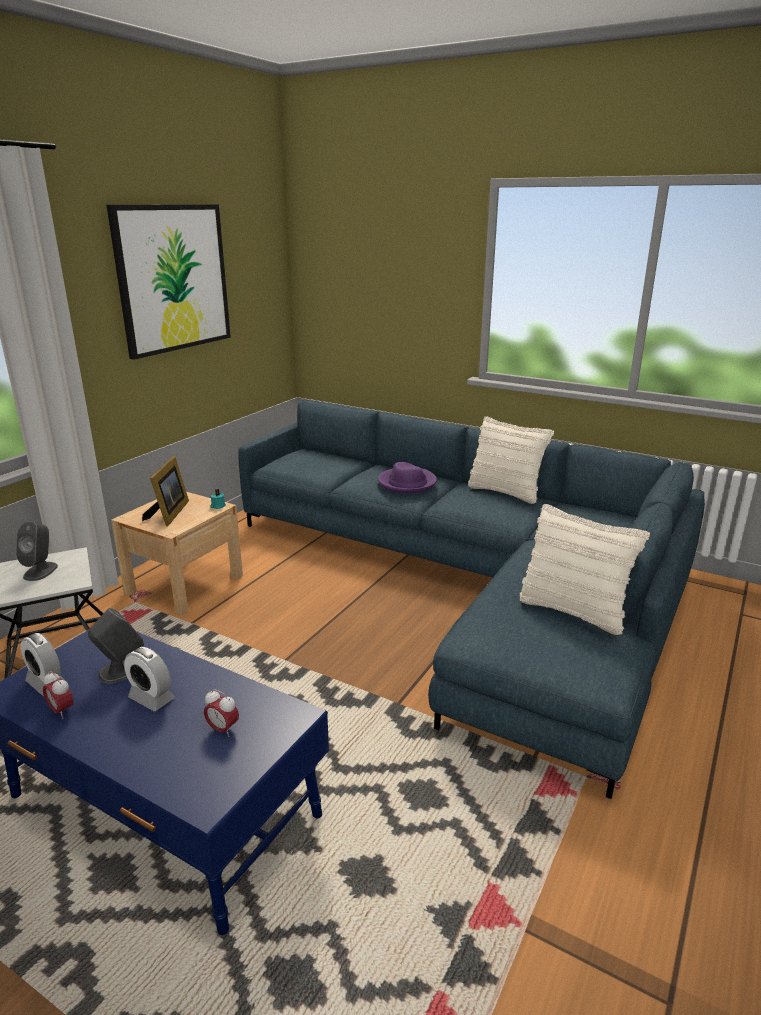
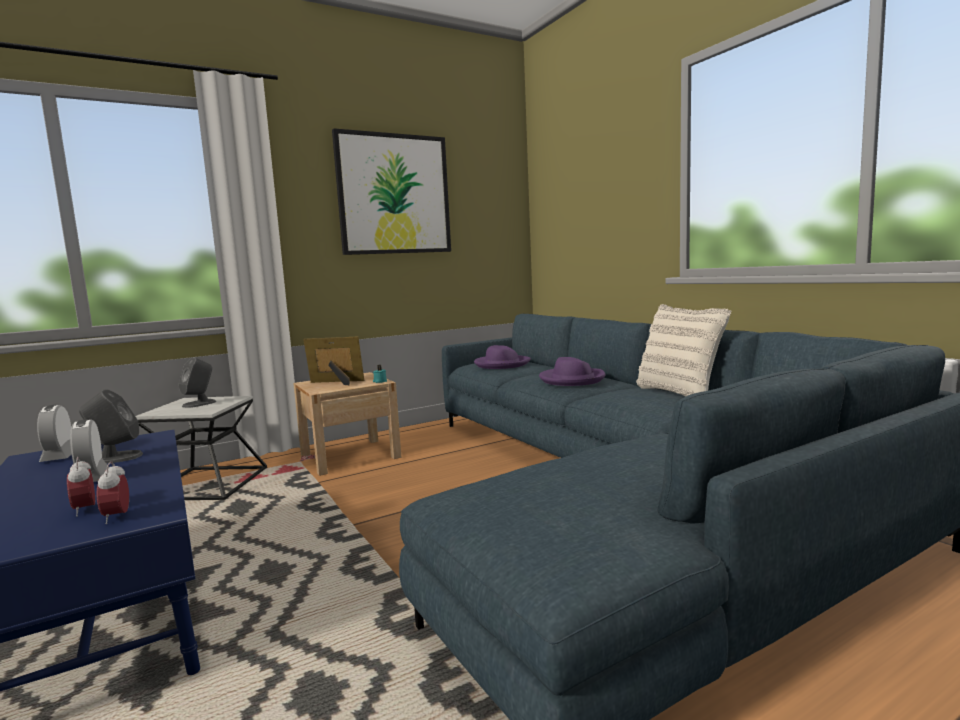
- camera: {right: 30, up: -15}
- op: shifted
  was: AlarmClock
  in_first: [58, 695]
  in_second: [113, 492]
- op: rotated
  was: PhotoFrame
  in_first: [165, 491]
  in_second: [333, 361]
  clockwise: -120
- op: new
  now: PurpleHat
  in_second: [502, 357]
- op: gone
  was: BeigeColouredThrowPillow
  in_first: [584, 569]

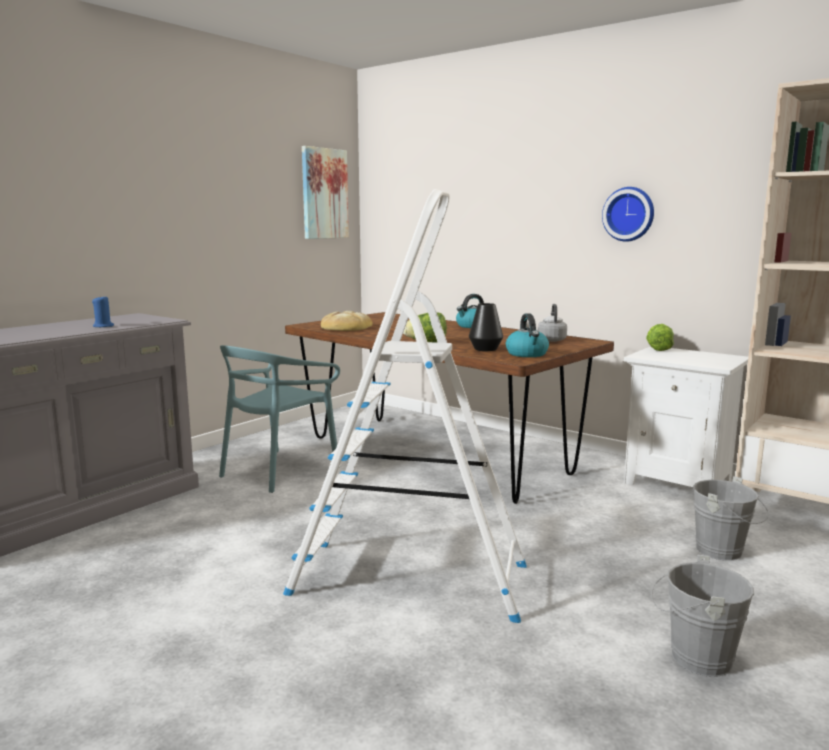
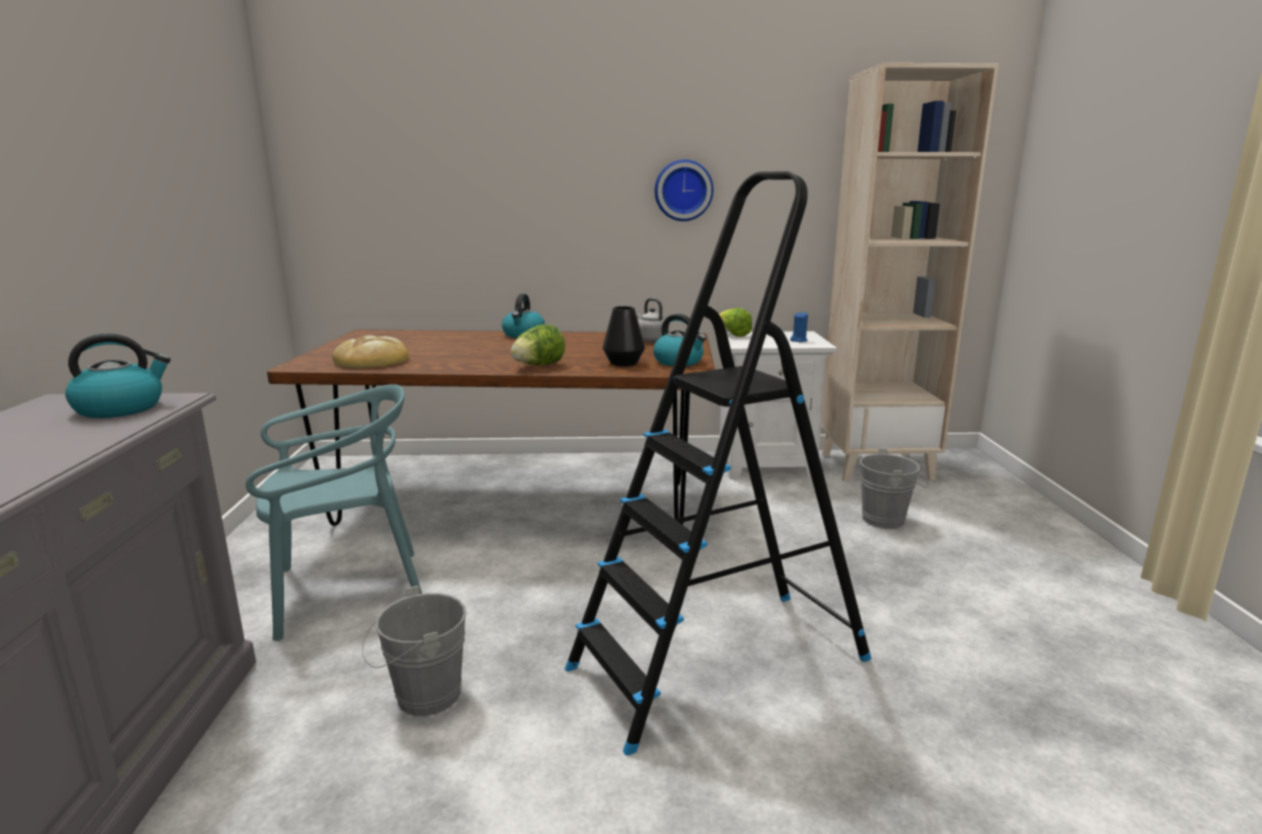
- camera: {right: -40, up: 5}
- op: new
  now: Kettle
  in_second: [118, 376]
- op: rotated
  was: TurquoiseColouredChair
  in_first: [279, 419]
  in_second: [334, 512]
  clockwise: -105
- op: shifted
  was: GreyWaterBucket
  in_first: [702, 616]
  in_second: [414, 651]
- op: repainted
  was: WhiteColouredStepladder
  now: BlackColouredStepladder
  in_first: [405, 406]
  in_second: [718, 463]
- op: shifted
  was: BlueColouredWaxLight
  in_first: [103, 311]
  in_second: [799, 327]
- op: gone
  was: WallPicture
  in_first: [325, 192]

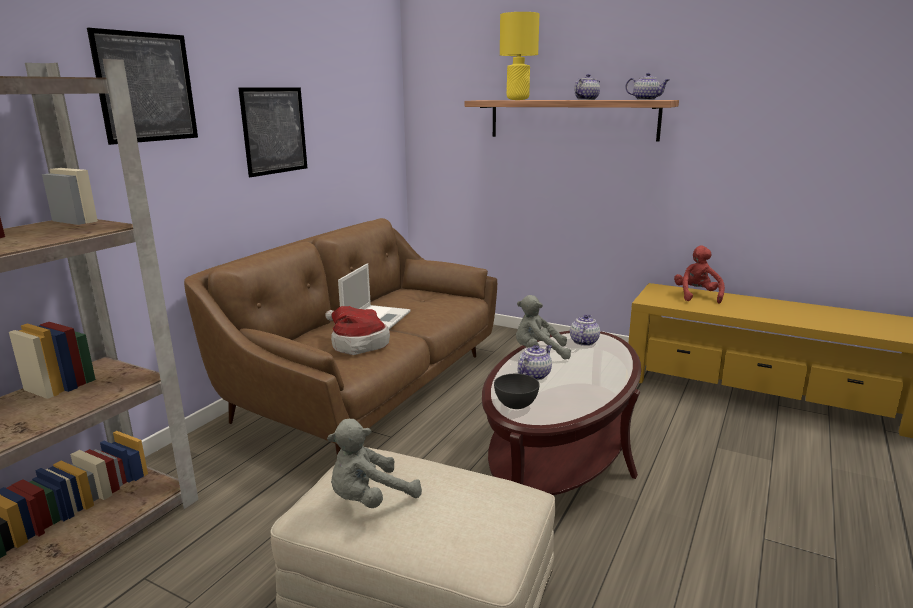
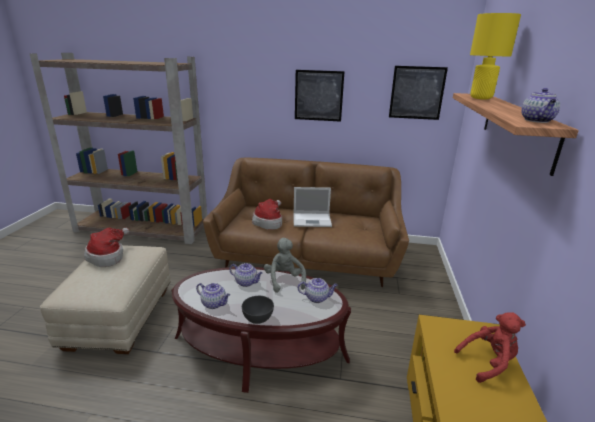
- camera: {right: 70, up: 5}
- op: swapped
  was: GreyCuddlyToy
  now: Hat
  in_first: [374, 463]
  in_second: [107, 247]
- op: shifted
  was: TeaPot
  in_first: [587, 87]
  in_second: [213, 296]
- op: shifted
  was: GreyBowl
  in_first: [517, 391]
  in_second: [258, 310]
- op: shifted
  was: WallPicture
  in_first: [142, 86]
  in_second: [418, 93]

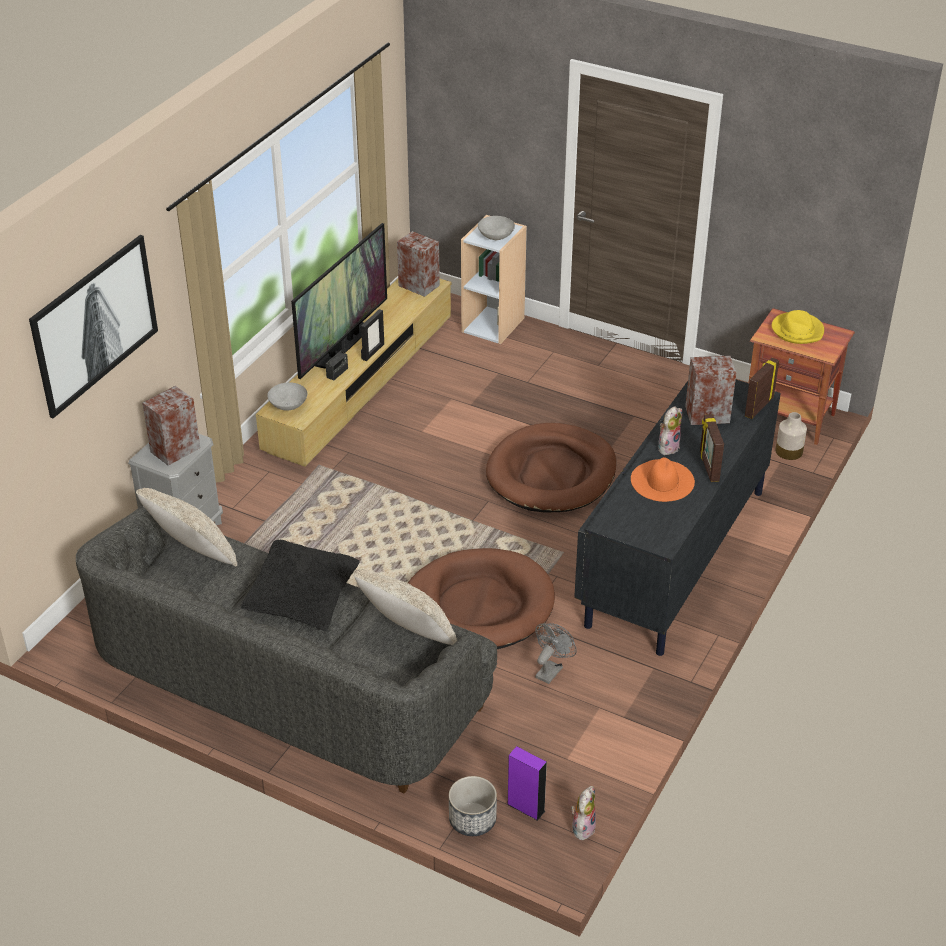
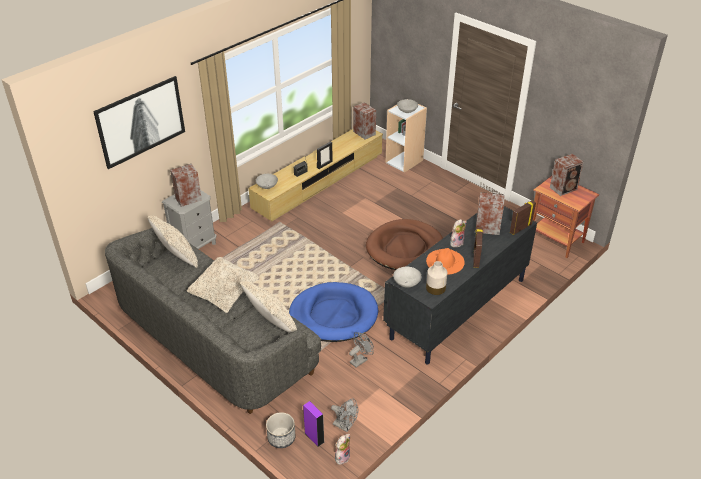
- camera: {right: 15, up: 0}
- op: repainted
  was: BlackColouredThrowPillow
  now: BeigeColouredThrowPillow
  in_first: [300, 585]
  in_second: [223, 285]
- op: repainted
  was: BrownColouredPetBed
  now: BlueColouredPetBed
  in_first: [481, 598]
  in_second: [334, 312]
- op: new
  now: GreyFan
  in_second: [344, 415]
- op: new
  now: GreyBowl
  in_second: [407, 277]
- op: shifted
  was: BeigeColouredFlowerVase
  in_first: [791, 436]
  in_second: [436, 278]
- op: swapped
  was: YellowHat
  now: Speaker
  in_first: [798, 327]
  in_second: [567, 175]
- op: gone
  was: Television
  in_first: [339, 301]

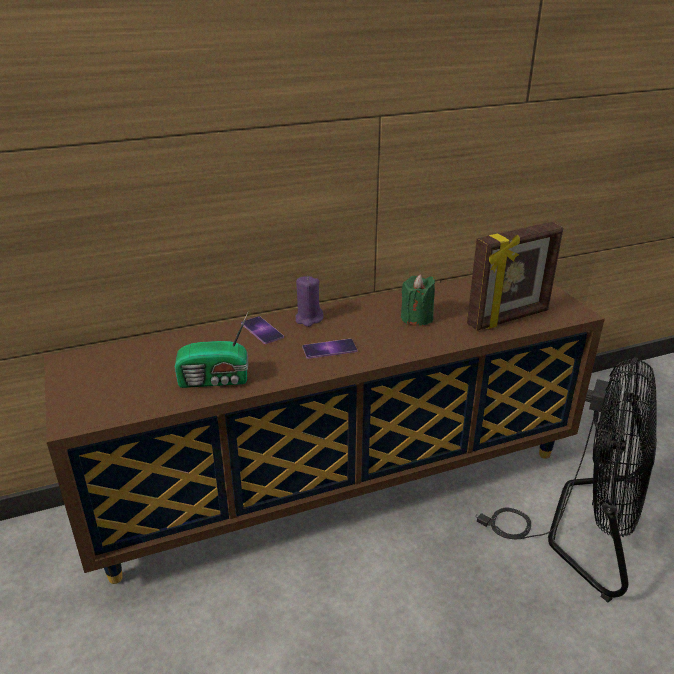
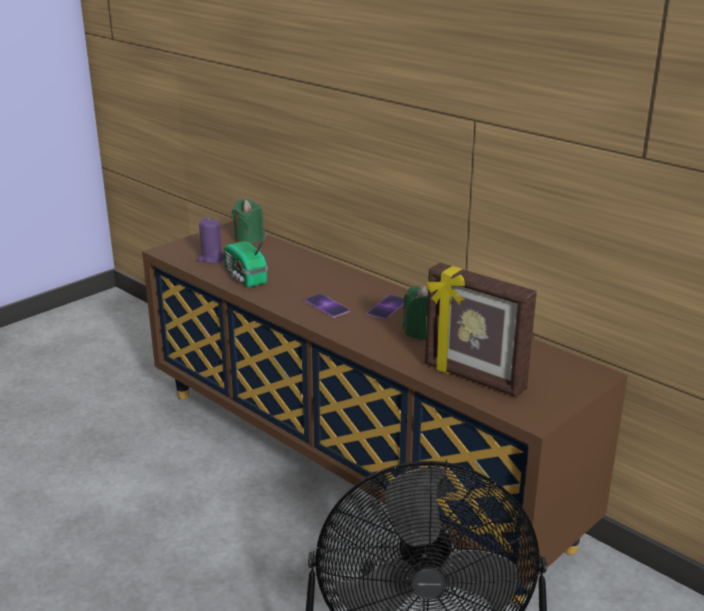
- camera: {right: 65, up: -5}
- op: shifted
  was: PurpleWaxLight
  in_first: [310, 301]
  in_second: [210, 240]
- op: new
  now: GreenishWaxLight
  in_second: [248, 221]
- op: shifted
  was: Handset
  in_first: [262, 330]
  in_second: [385, 307]

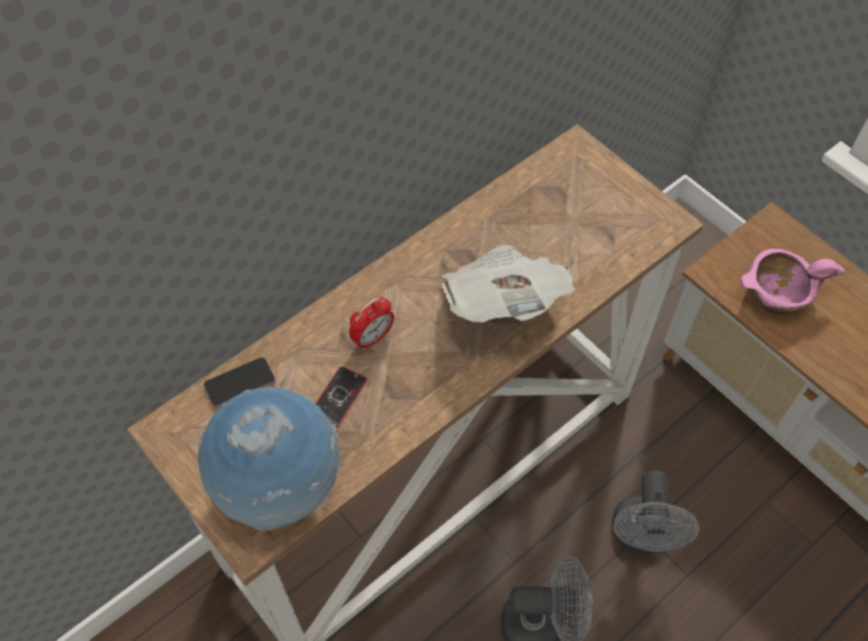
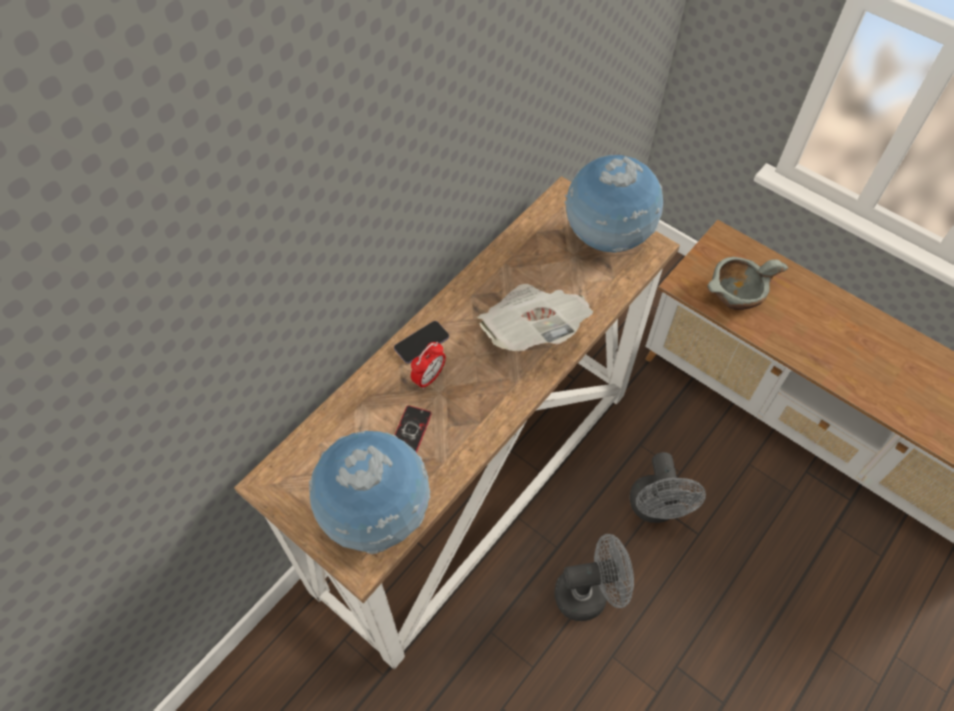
- camera: {right: -10, up: 0}
- op: shifted
  was: Handset
  in_first: [239, 382]
  in_second: [421, 342]
- op: new
  now: WorldGlobe
  in_second: [613, 204]
- op: repainted
  was: PinkishBowl
  now: GreyBowl
  in_first: [792, 281]
  in_second: [747, 283]

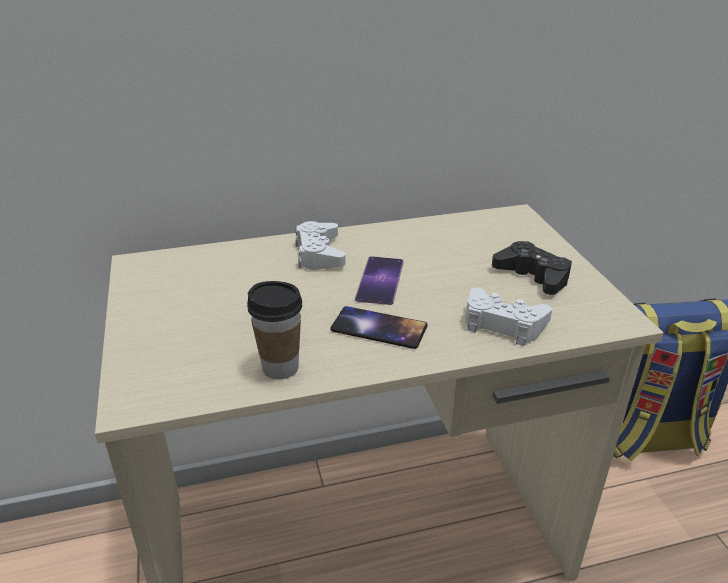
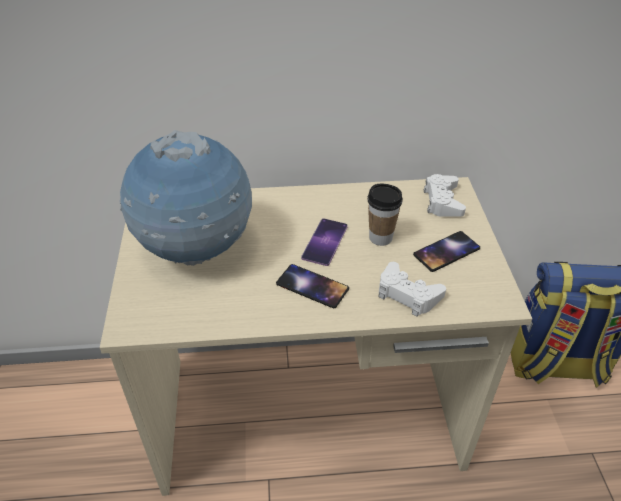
- camera: {right: 10, up: 10}
- op: new
  now: WorldGlobe
  in_second: [186, 198]
- op: shifted
  was: Cup
  in_first: [274, 330]
  in_second: [385, 215]
- op: swapped
  was: BlackColouredGameController
  now: Handset
  in_first: [532, 268]
  in_second: [446, 251]
- op: shifted
  was: WhiteColouredGameController
  in_first: [320, 245]
  in_second: [445, 195]

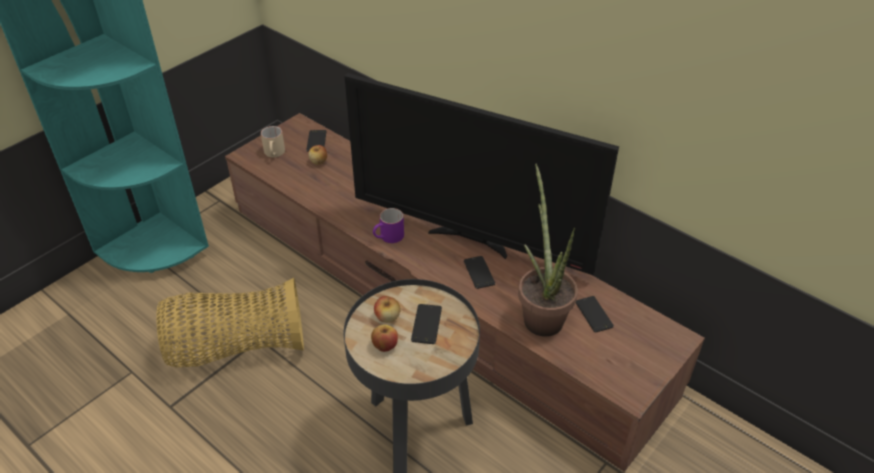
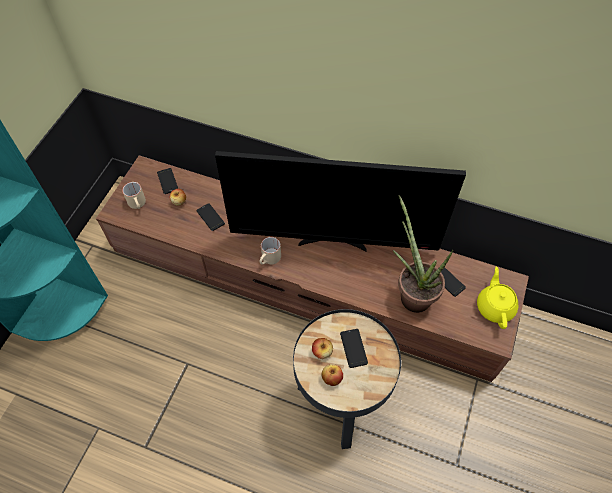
- camera: {right: -20, up: 15}
- op: shifted
  was: Handset
  in_first: [479, 272]
  in_second: [210, 217]
- op: repainted
  was: PurpleCoffeeMug
  now: BeigeColouredCoffeeMug
  in_first: [388, 225]
  in_second: [270, 251]
- op: new
  now: YellowTeaPot
  in_second: [497, 297]
- op: gone
  was: Basket
  in_first: [230, 323]

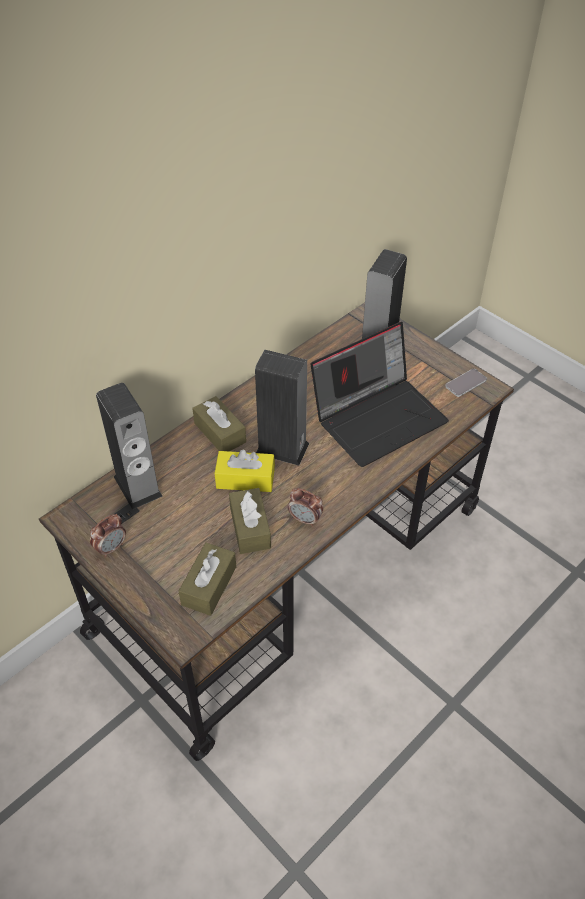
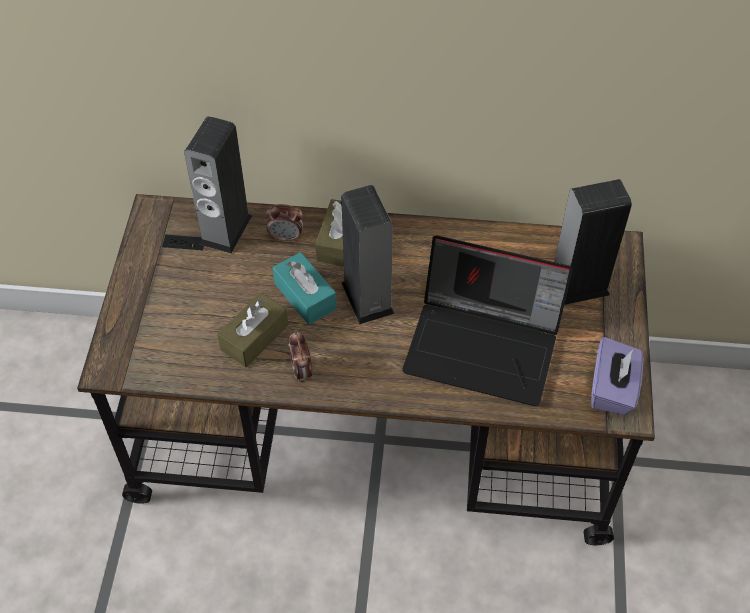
- camera: {right: 50, up: 5}
- op: shifted
  was: AlarmClock
  in_first: [108, 536]
  in_second: [284, 223]
- op: repainted
  was: YellowTissueHolder
  now: TurquoiseColouredTissueHolder
  in_first: [245, 471]
  in_second: [305, 288]
- op: swapped
  was: Handset
  now: PurpleTissueHolder
  in_first: [466, 383]
  in_second: [617, 376]
- op: gone
  was: BrownColouredTissueHolder
  in_first: [207, 579]

